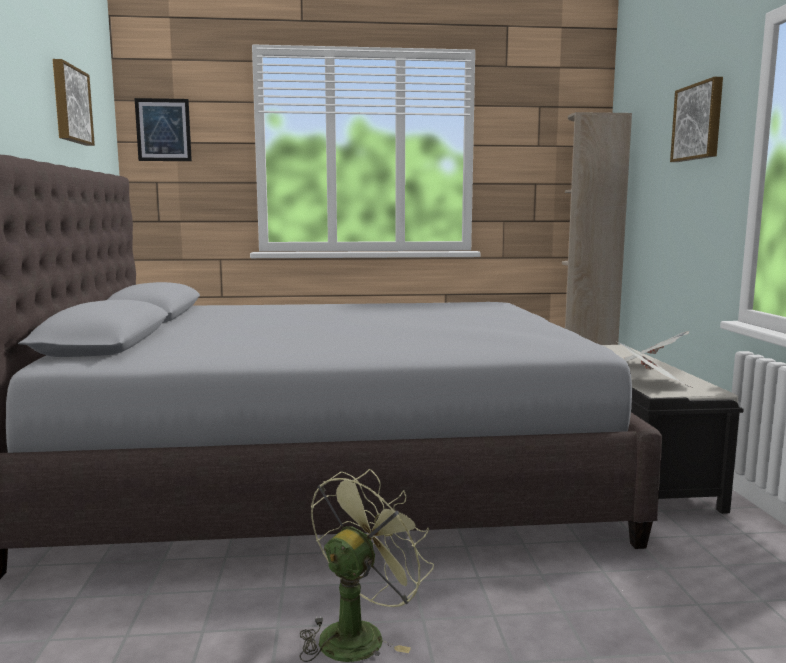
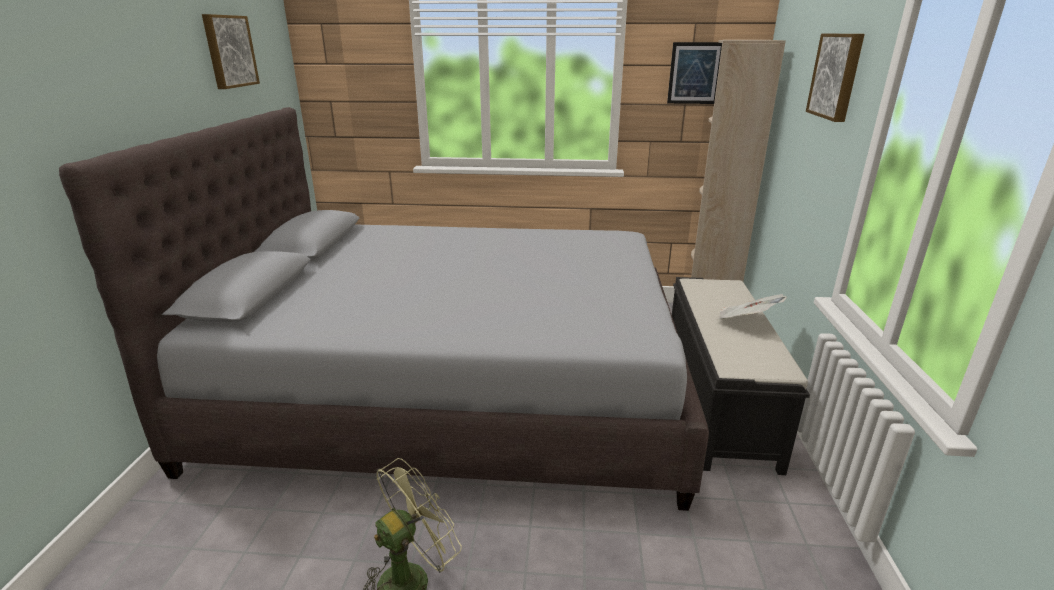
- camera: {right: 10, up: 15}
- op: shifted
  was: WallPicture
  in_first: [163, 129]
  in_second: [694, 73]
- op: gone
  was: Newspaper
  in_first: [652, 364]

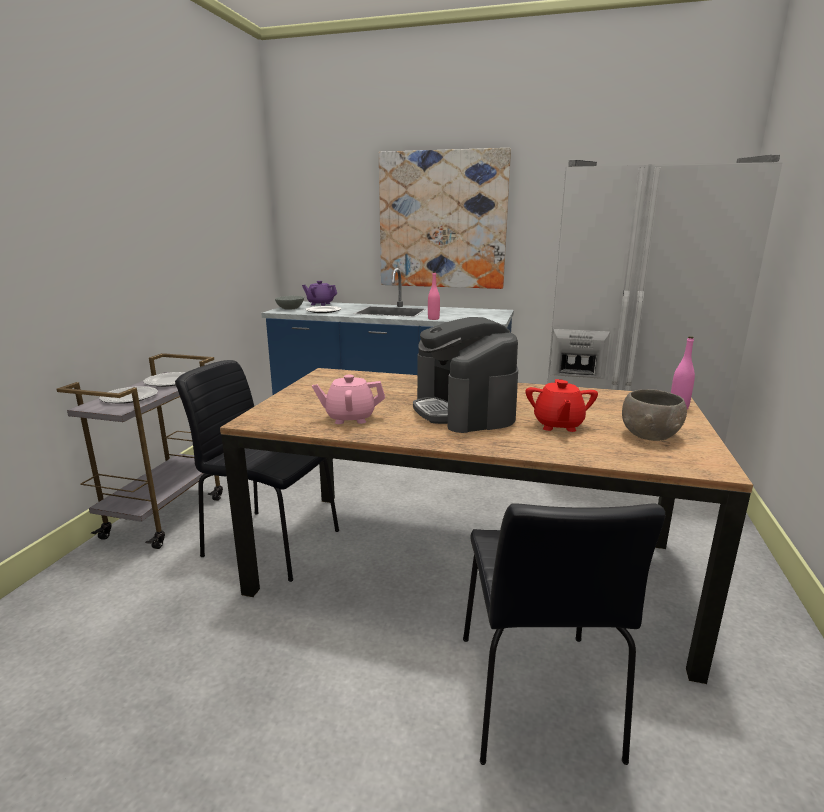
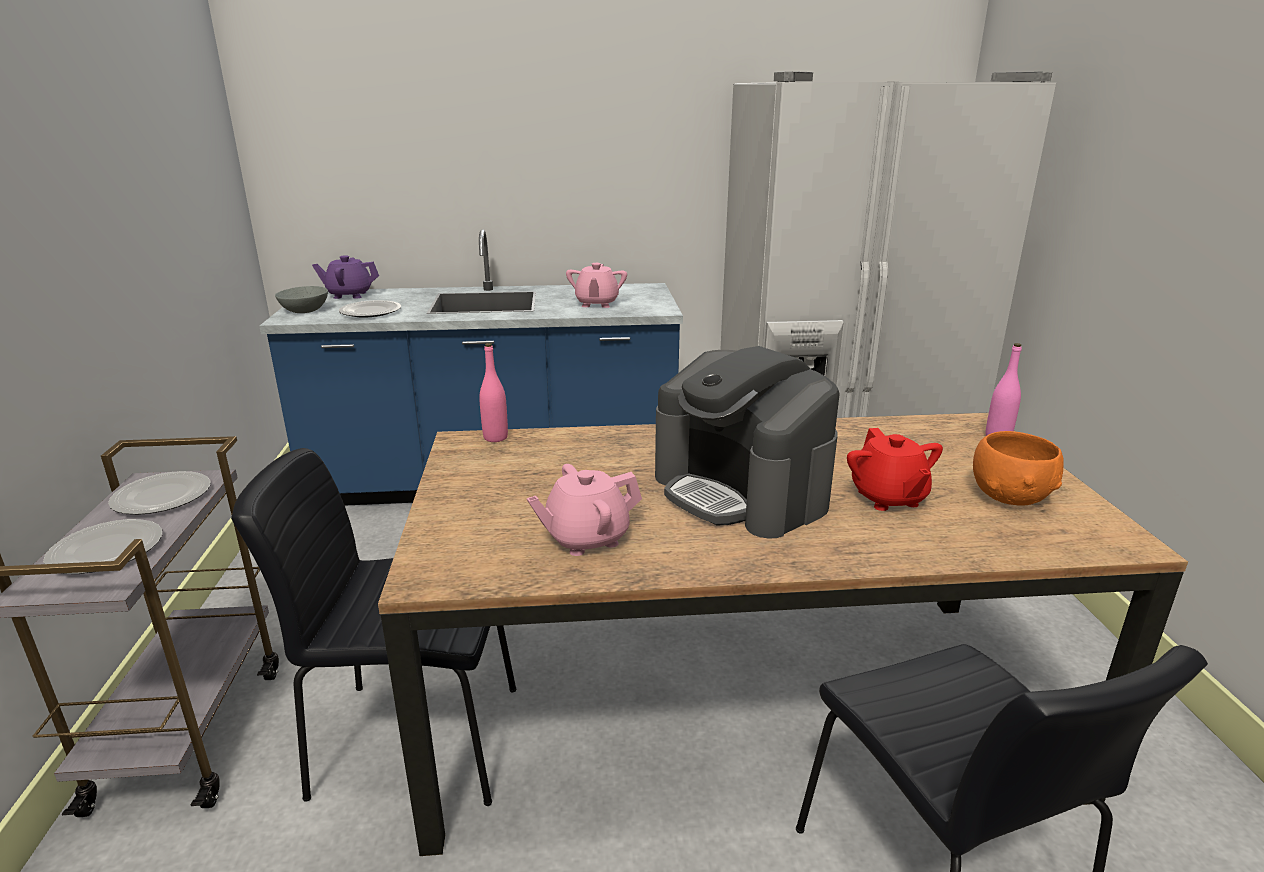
- camera: {right: -20, up: 5}
- op: shifted
  was: PinkishBeverageBottle
  in_first: [434, 296]
  in_second: [493, 392]
- op: new
  now: PinkishTeaPot
  in_second: [596, 285]
- op: repainted
  was: GreyBowl
  now: OrangeyBowl
  in_first: [654, 415]
  in_second: [1018, 468]
- op: gone
  was: WallPicture
  in_first: [445, 218]

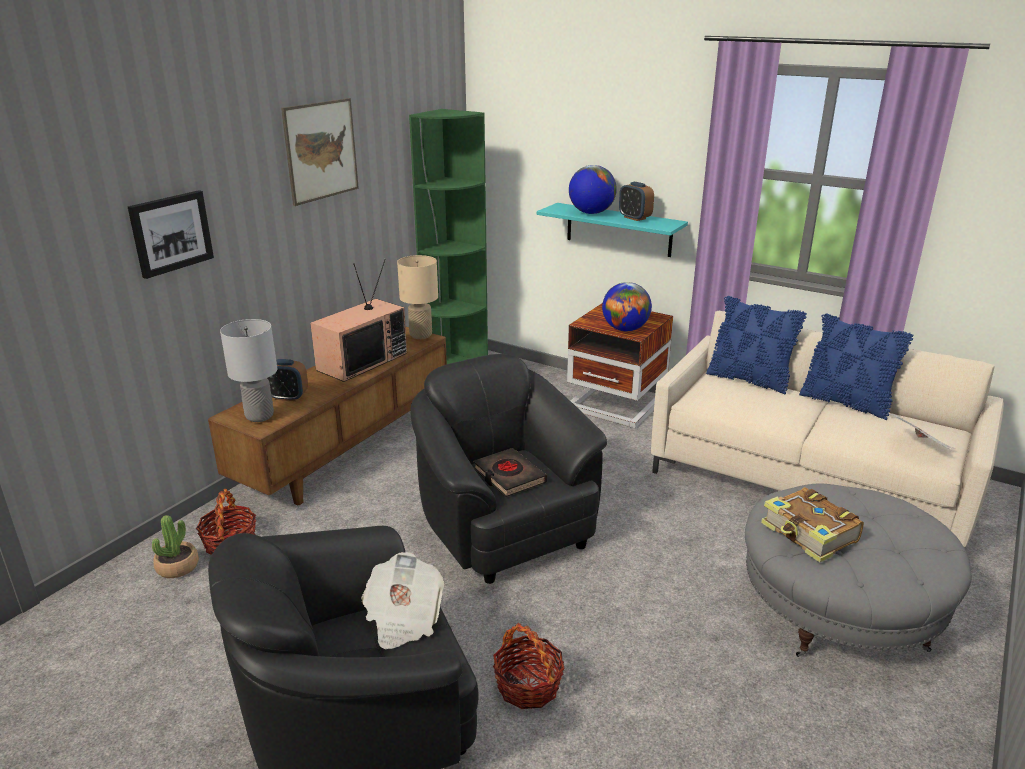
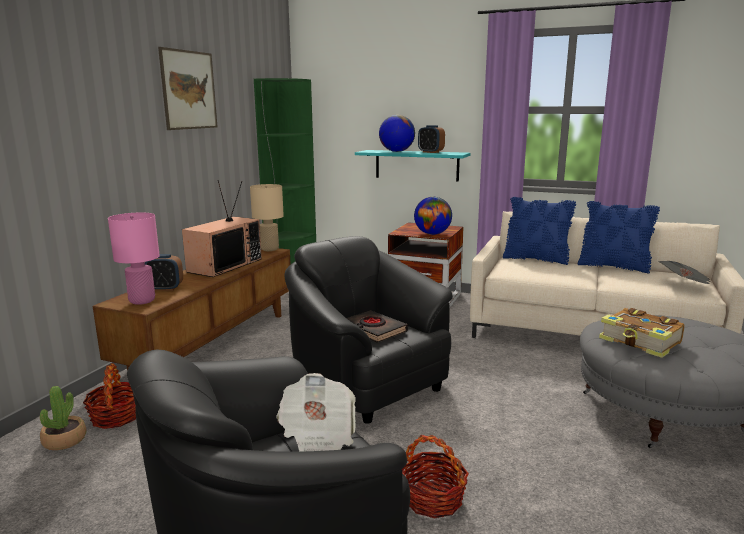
- camera: {right: -10, up: -10}
- op: repainted
  was: GreyTableLamp
  now: PinkishTableLamp
  in_first: [248, 370]
  in_second: [134, 259]
- op: gone
  was: WallPicture
  in_first: [171, 234]

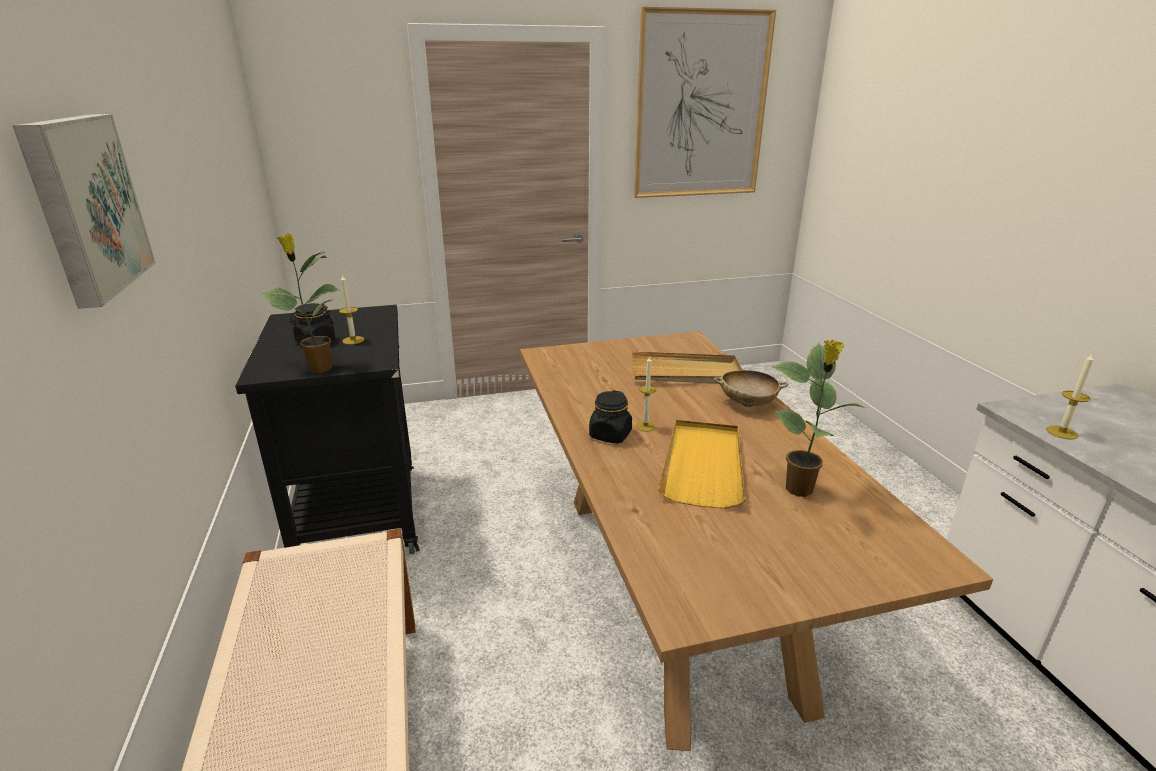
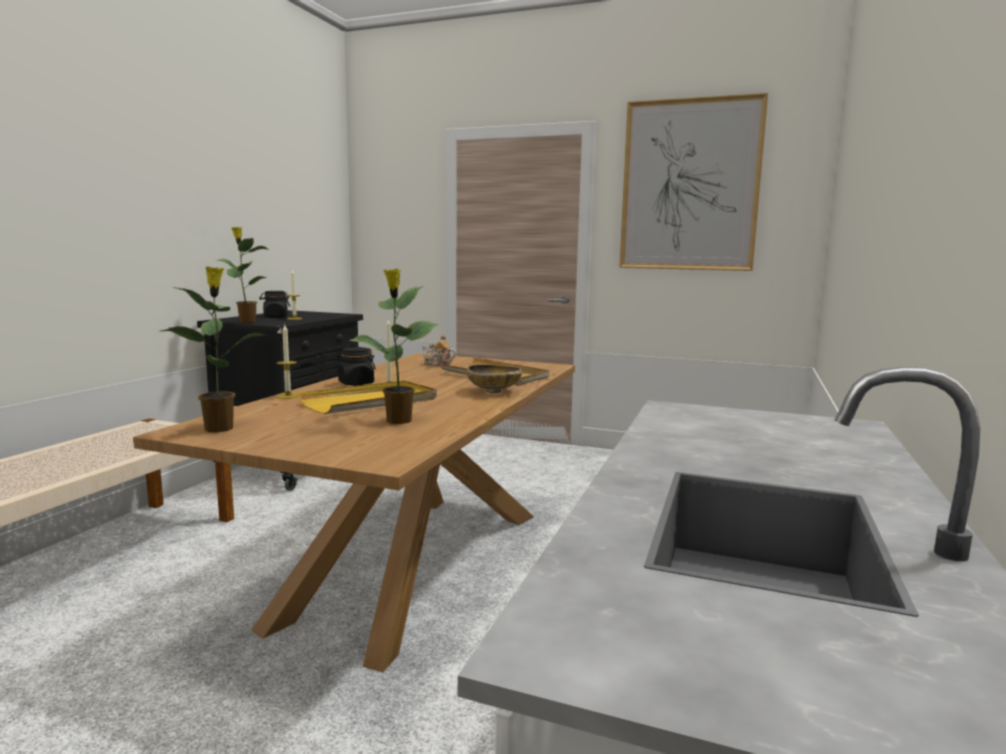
- camera: {right: 35, up: -15}
- op: new
  now: Houseplant
  in_second: [214, 350]
- op: shifted
  was: WaxLight
  in_first: [1070, 395]
  in_second: [287, 362]
- op: new
  now: TeaPot
  in_second: [439, 350]
- op: gone
  was: WallPicture
  in_first: [84, 211]

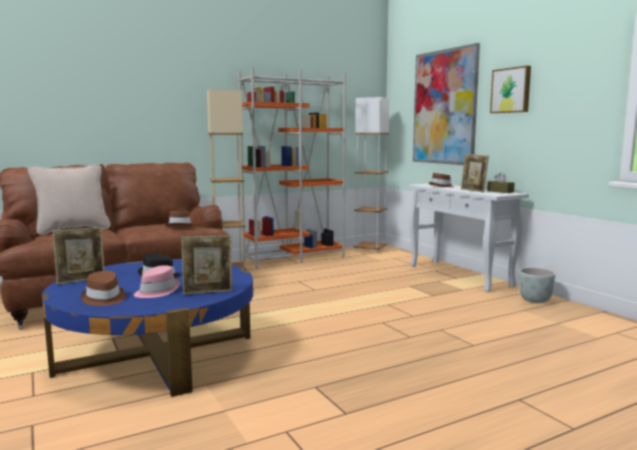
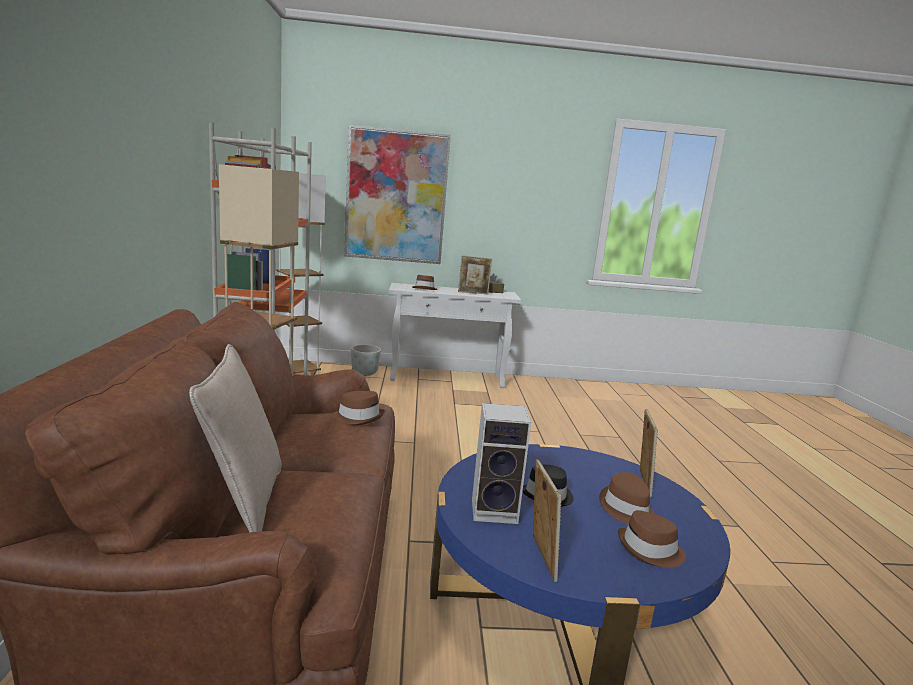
- camera: {right: -65, up: 5}
- op: shifted
  was: GreyPlanter
  in_first: [537, 285]
  in_second: [366, 360]
- op: new
  now: Speaker
  in_second: [501, 463]
- op: repainted
  was: PinkishHat
  now: BrownColouredHat
  in_first: [157, 281]
  in_second: [627, 498]
- op: gone
  was: WallPicture
  in_first: [510, 89]

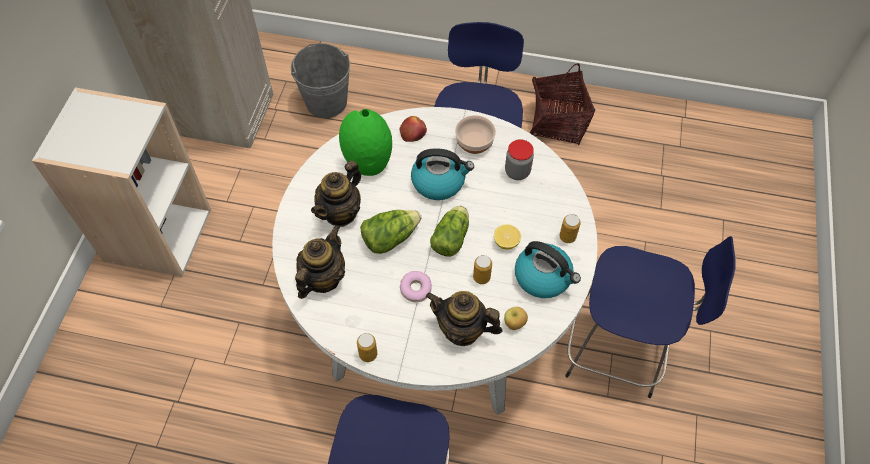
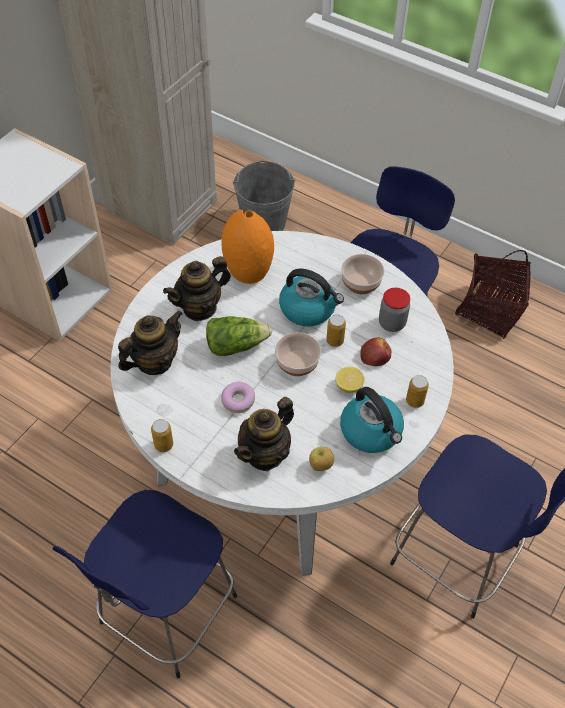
- camera: {right: 20, up: -5}
- op: repainted
  was: GreenishFlowerVase
  now: OrangeyFlowerVase
  in_first: [365, 142]
  in_second: [247, 247]
- op: rotated
  was: TeaPot
  in_first: [464, 318]
  in_second: [264, 434]
  clockwise: -90
- op: swapped
  was: LettuceHead
  now: Bowl
  in_first: [449, 231]
  in_second: [298, 354]
- op: shifted
  was: SealedCan
  in_first: [482, 269]
  in_second: [336, 331]
- op: shifted
  was: WholeApple
  in_first: [413, 129]
  in_second: [375, 352]

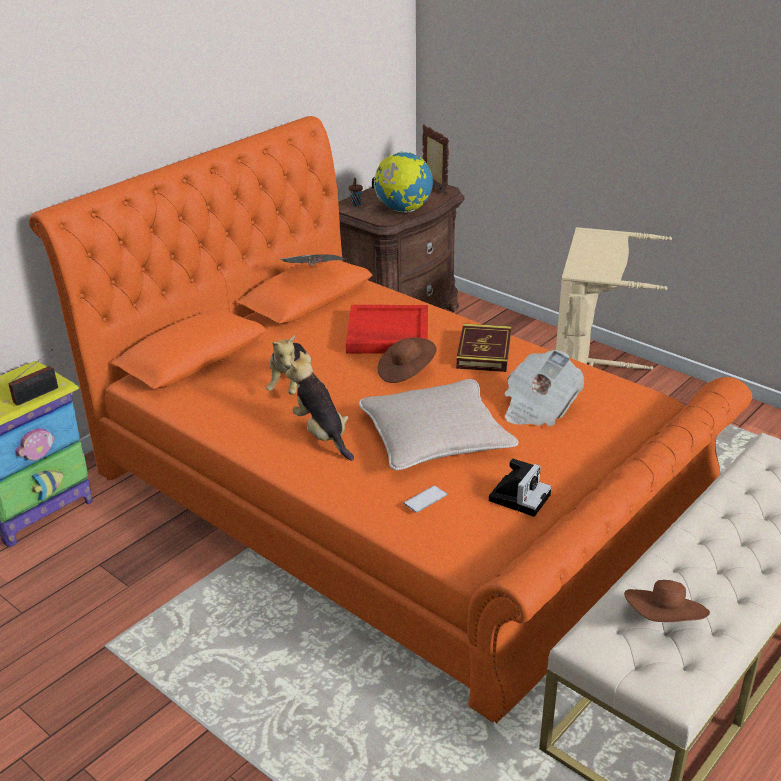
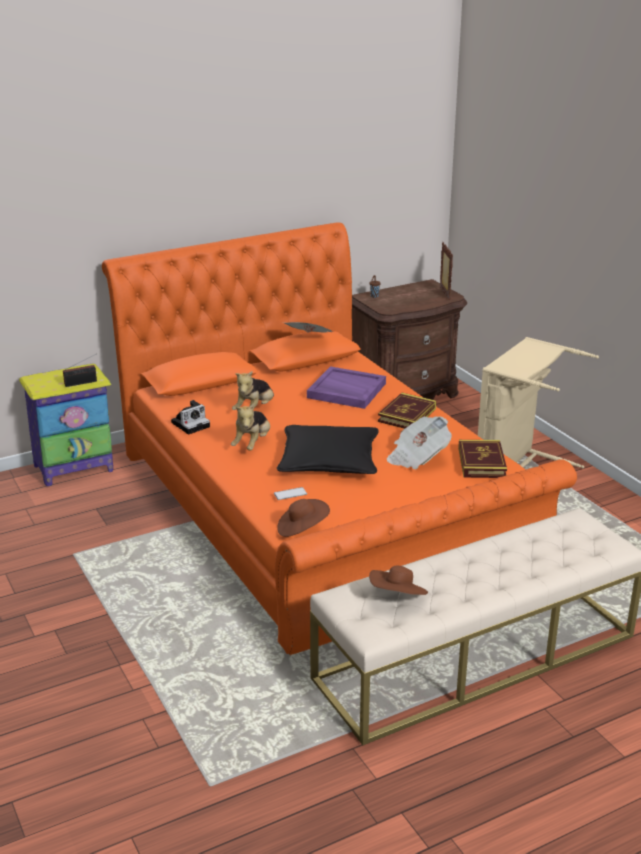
- camera: {right: 20, up: -5}
- op: shifted
  was: StillCamera
  in_first: [520, 487]
  in_second: [190, 417]
- op: rotated
  was: CuddlyToy
  in_first: [320, 406]
  in_second: [250, 427]
  clockwise: -150
- op: repainted
  was: BeigeColouredThrowPillow
  now: BlackColouredThrowPillow
  in_first: [439, 424]
  in_second: [328, 449]
- op: shifted
  was: BrownColouredHat
  in_first: [407, 360]
  in_second: [303, 518]
- op: repainted
  was: ReddishServingTray
  now: PurpleServingTray
  in_first: [387, 329]
  in_second: [346, 387]
- op: new
  now: Volume
  in_second: [482, 459]
- op: gone
  was: WorldGlobe
  in_first: [402, 182]

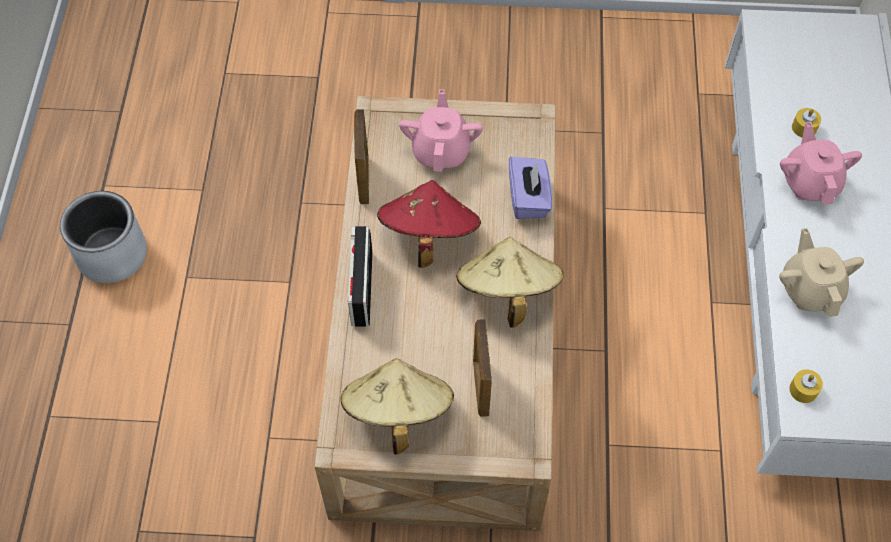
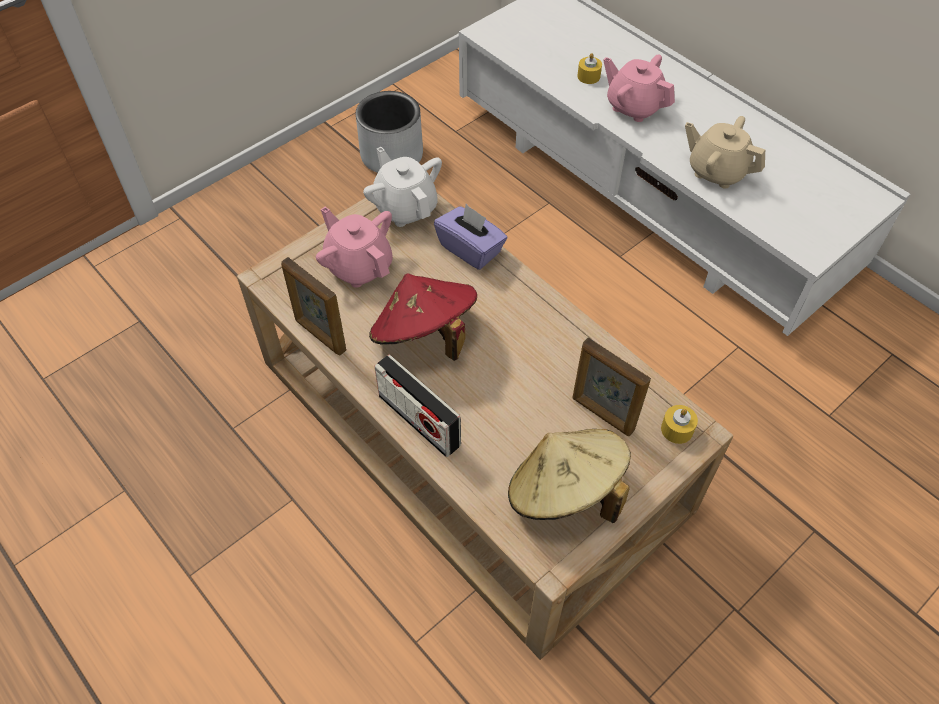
- camera: {right: -45, up: -5}
- op: shifted
  was: GreyPlanter
  in_first: [103, 237]
  in_second: [389, 132]
- op: new
  now: WhiteColouredTeaPot
  in_second: [402, 187]
- op: shifted
  was: YellowWaxLight
  in_first: [806, 386]
  in_second: [679, 424]
- op: gone
  was: BeigeColouredHat
  in_first: [510, 282]

